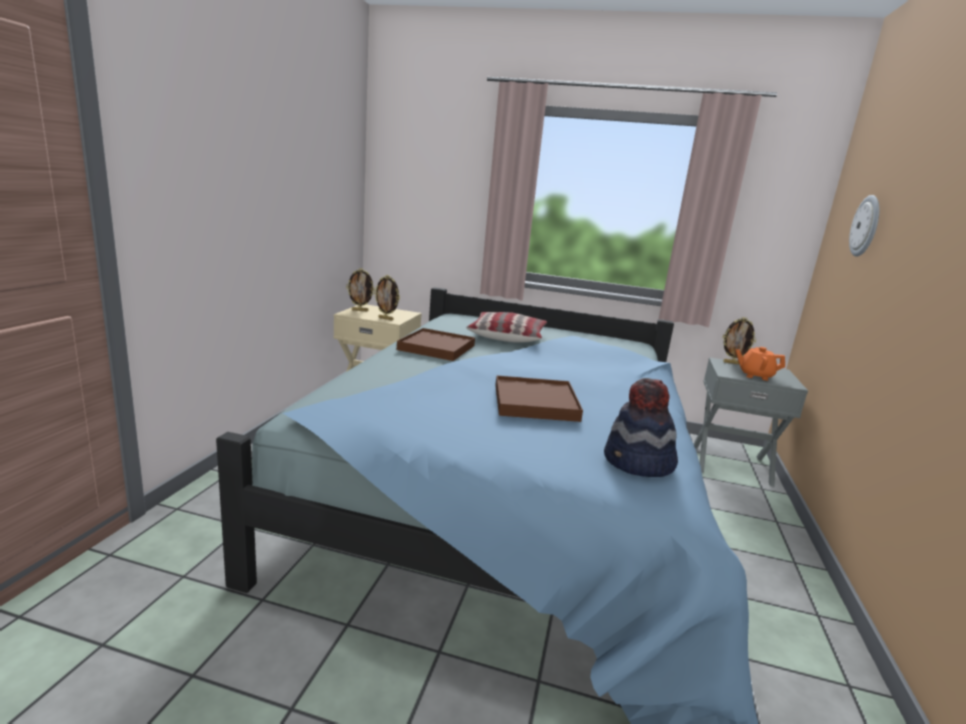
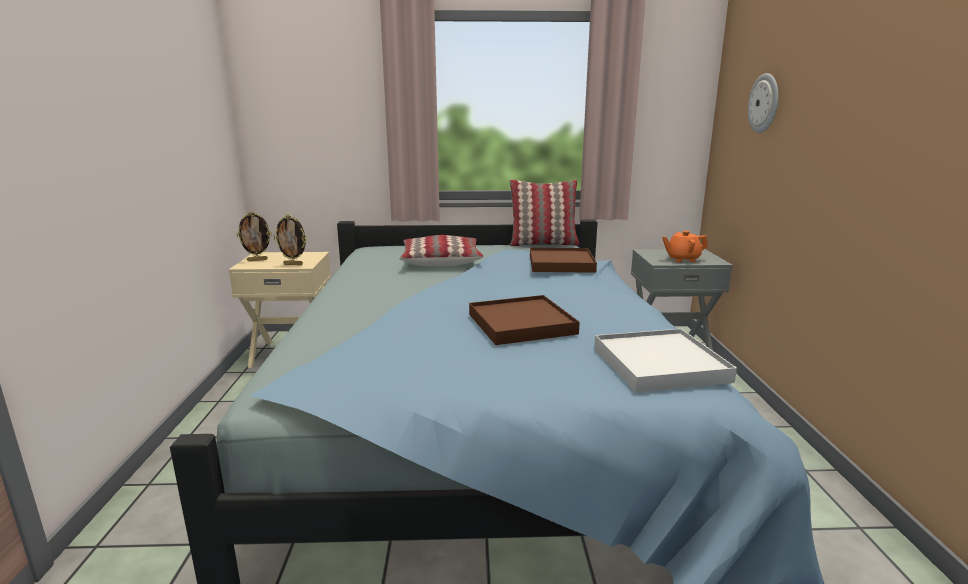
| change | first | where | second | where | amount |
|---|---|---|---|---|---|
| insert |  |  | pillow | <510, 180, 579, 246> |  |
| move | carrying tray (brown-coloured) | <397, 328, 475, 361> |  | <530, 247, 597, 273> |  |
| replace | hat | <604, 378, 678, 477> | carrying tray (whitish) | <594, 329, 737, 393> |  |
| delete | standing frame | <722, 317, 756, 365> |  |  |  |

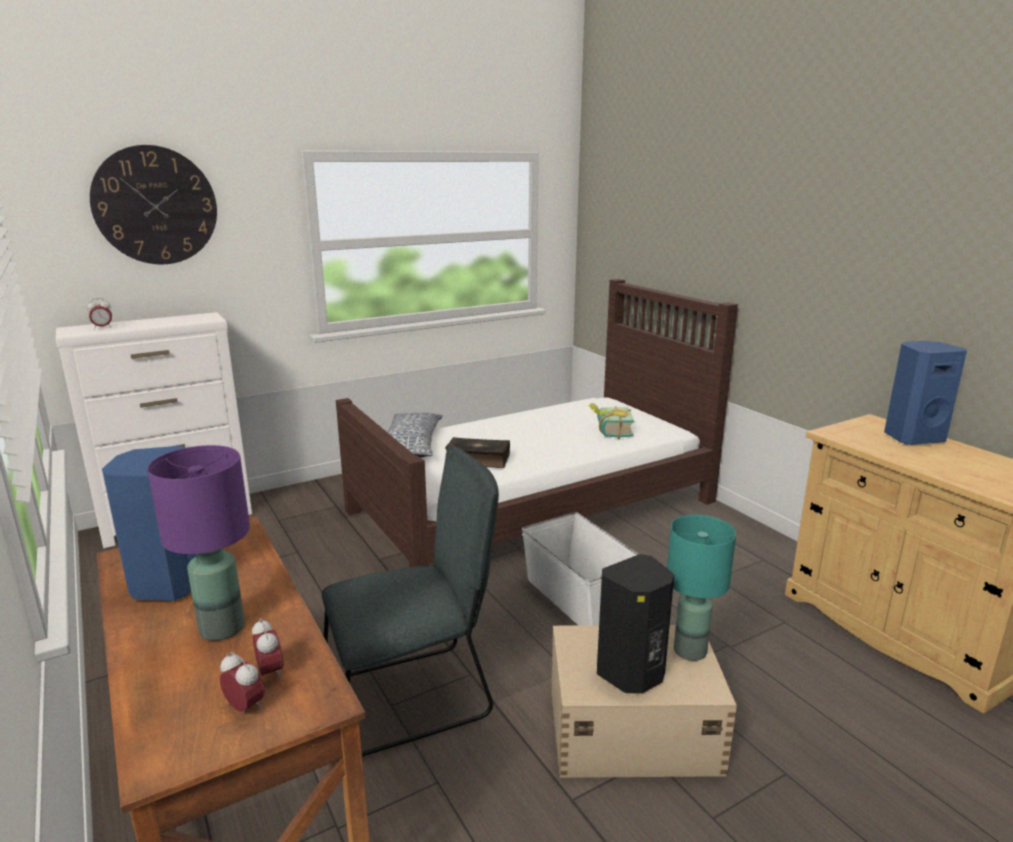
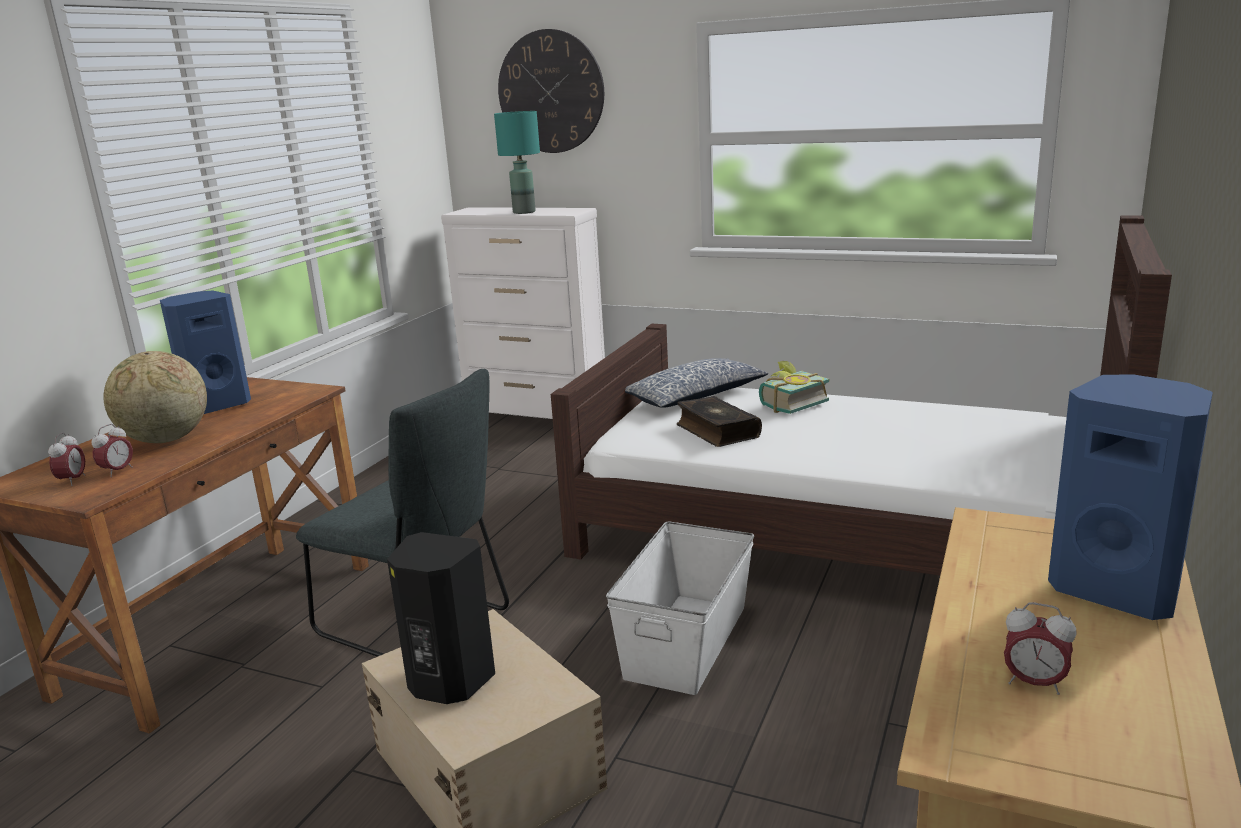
| change | first | where | second | where | amount |
|---|---|---|---|---|---|
| replace | lamp for a table (purplish) | <147, 445, 250, 641> | globe | <104, 351, 207, 443> |  |
| move | lamp for a table (blue-green) | <667, 515, 736, 661> |  | <494, 111, 540, 214> |  |
| move | volume | <588, 403, 634, 439> |  | <759, 361, 829, 414> |  |
| move | bedside clock | <87, 298, 112, 330> |  | <1004, 602, 1077, 695> |  |

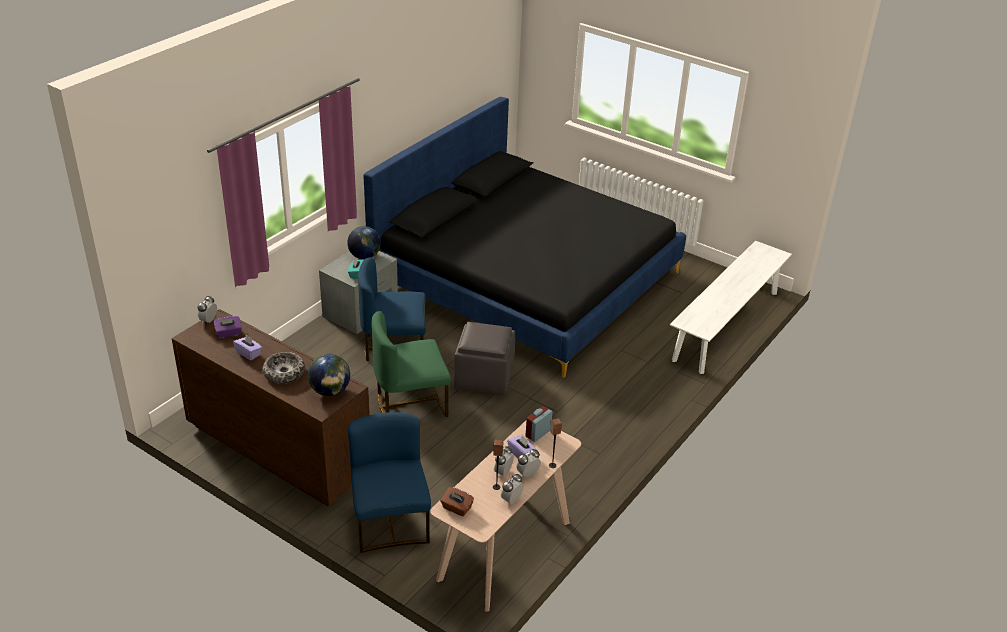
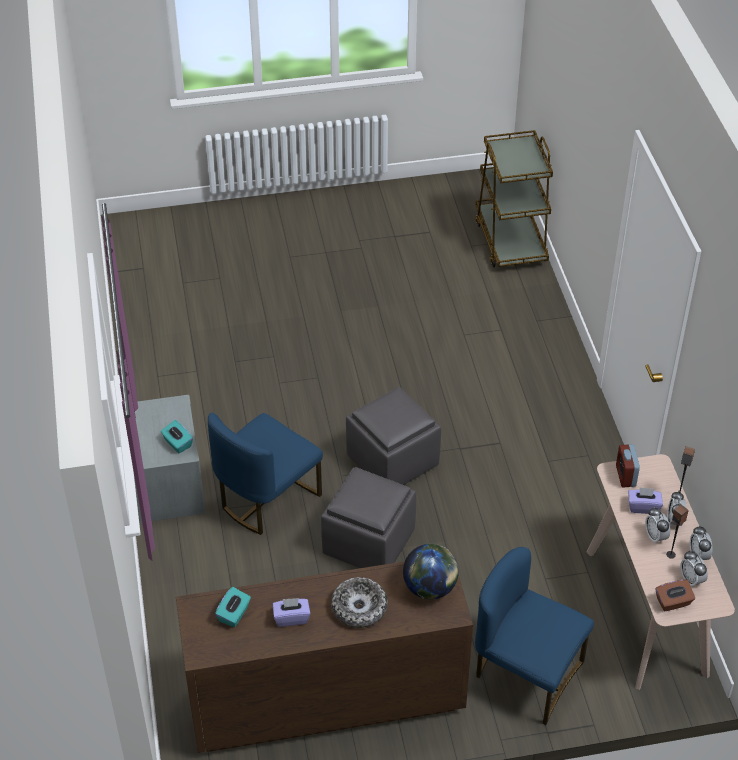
| change | first | where | second | where | amount |
|---|---|---|---|---|---|
| recolor | box of tissues (purplish) | <214, 316, 242, 338> | box of tissues (blue-green) | <215, 587, 251, 627> |  |
| replace | chair (green) | <371, 311, 451, 417> | pouffe (grey) | <321, 467, 416, 568> |  |
| replace | indoor bench (whitish) | <670, 241, 792, 374> | wheeled cart (brown-coloured) | <475, 130, 553, 267> |  |
| move | bedside clock | <197, 296, 217, 323> |  | <680, 550, 708, 588> |  |
| delete | globe | <347, 226, 381, 259> |  |  |  |
| delete | bedroom bed (black) | <363, 97, 686, 378> |  |  |  |

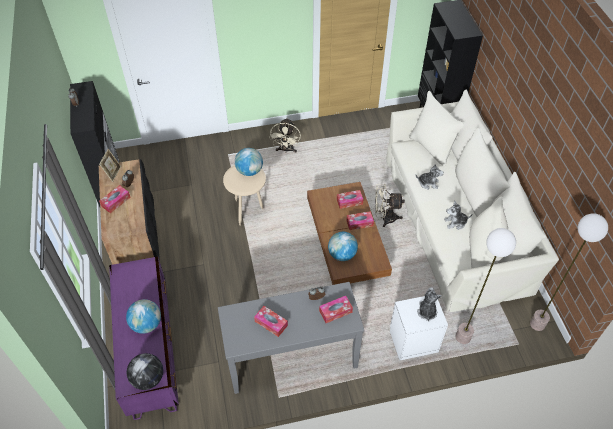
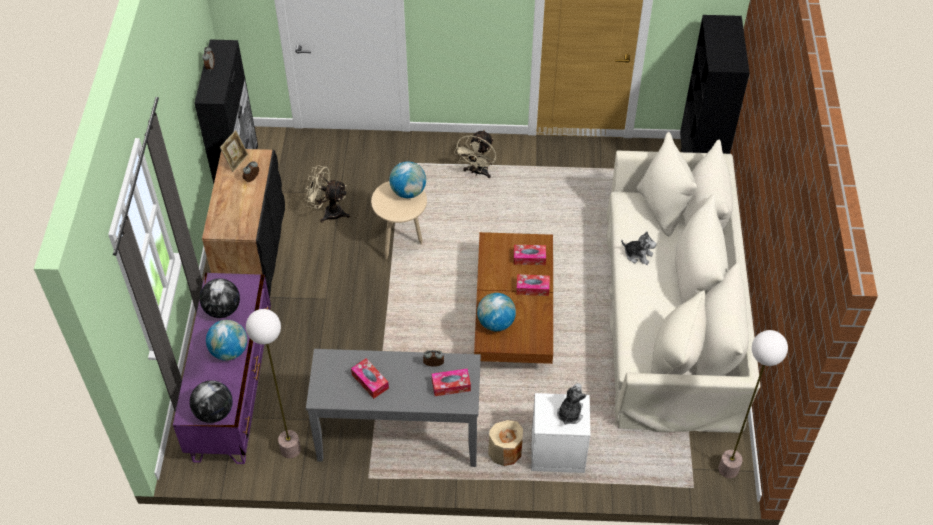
| change | first | where | second | where | amount |
|---|---|---|---|---|---|
| insert |  |  | globe | <199, 278, 240, 318> |  |
| move | standard lamp | <456, 228, 516, 344> |  | <246, 309, 301, 458> |  |
| move | electric fan (beige-coloured) | <375, 184, 405, 227> |  | <304, 165, 350, 223> |  |
| insert |  |  | vase (beige-coloured) | <488, 420, 523, 466> |  |
| delete | box of tissues | <99, 185, 131, 213> |  |  |  |
| delete | cuddly toy | <445, 201, 472, 230> |  |  |  |

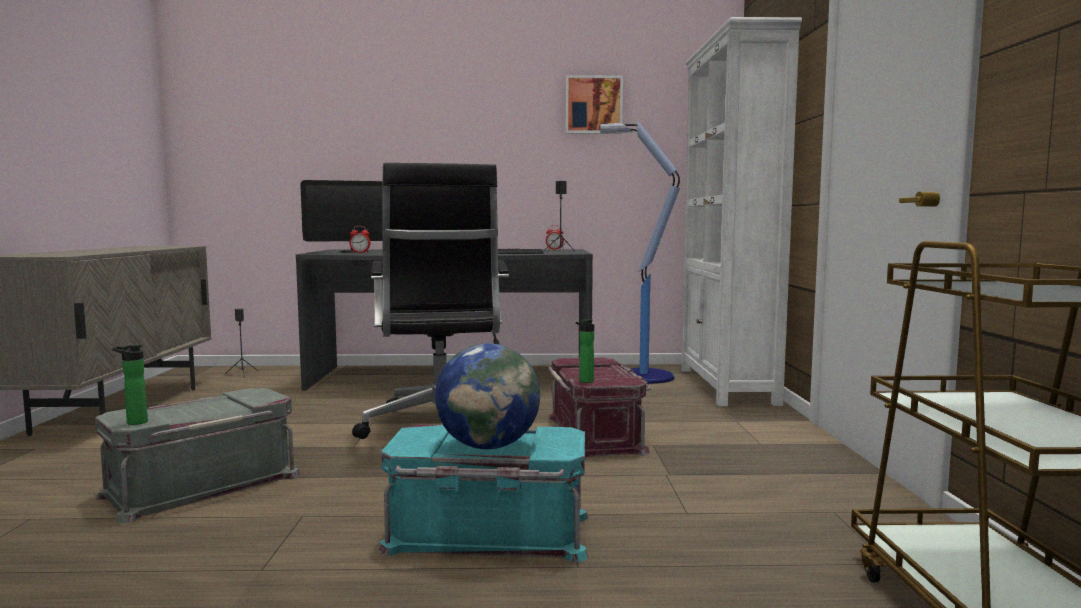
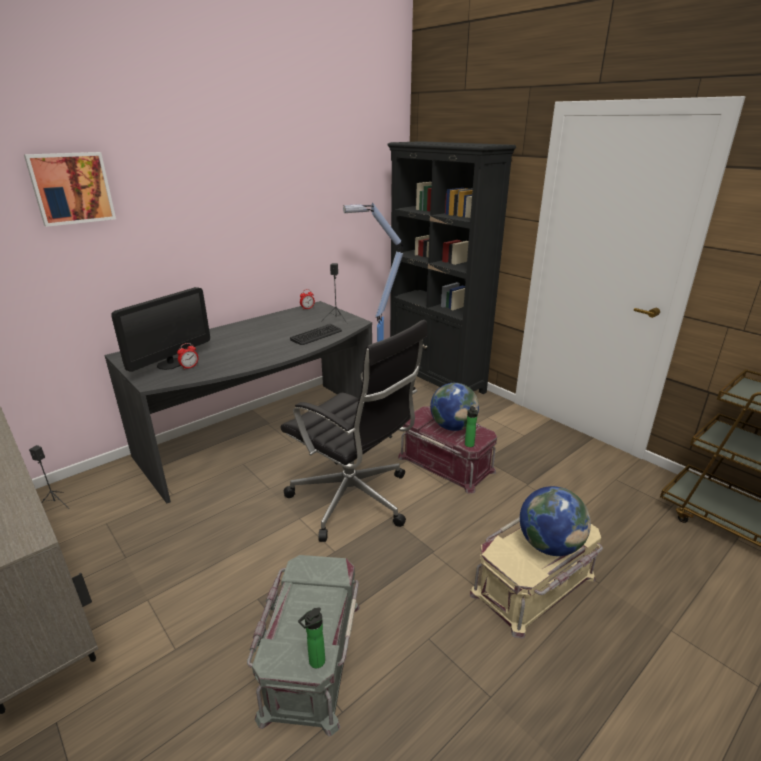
| change | first | where | second | where | amount |
|---|---|---|---|---|---|
| move | wall picture | <565, 75, 623, 134> |  | <24, 152, 116, 227> |  |
| recolor | bookcase (whitish) | <681, 17, 802, 406> | bookcase (black) | <387, 141, 516, 394> |  |
| insert |  |  | globe | <430, 383, 479, 431> |  |
| recolor | storage container (blue-green) | <377, 424, 589, 563> | storage container (beige-coloured) | <470, 517, 603, 639> |  |

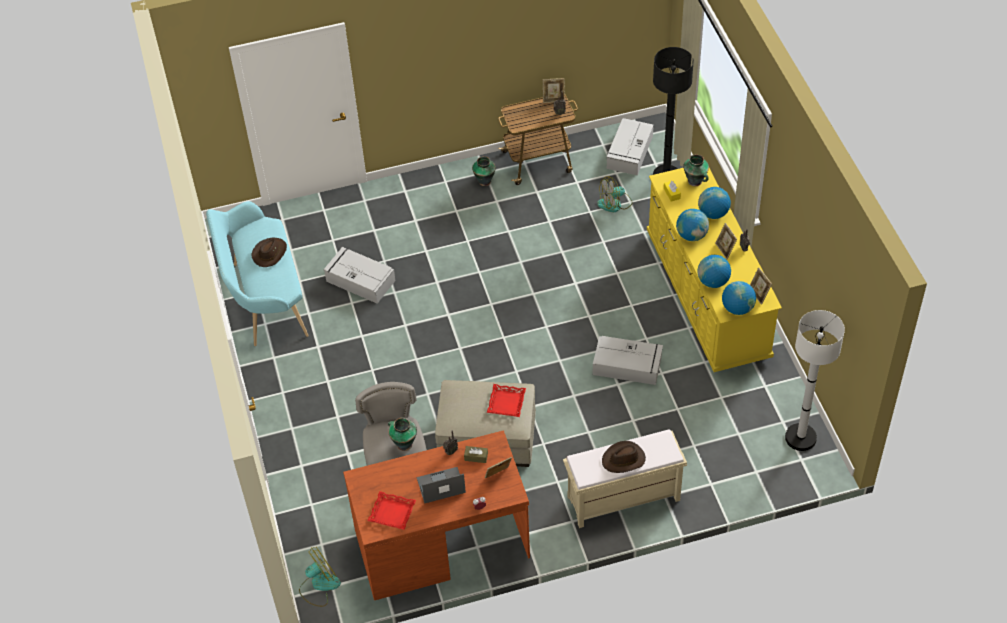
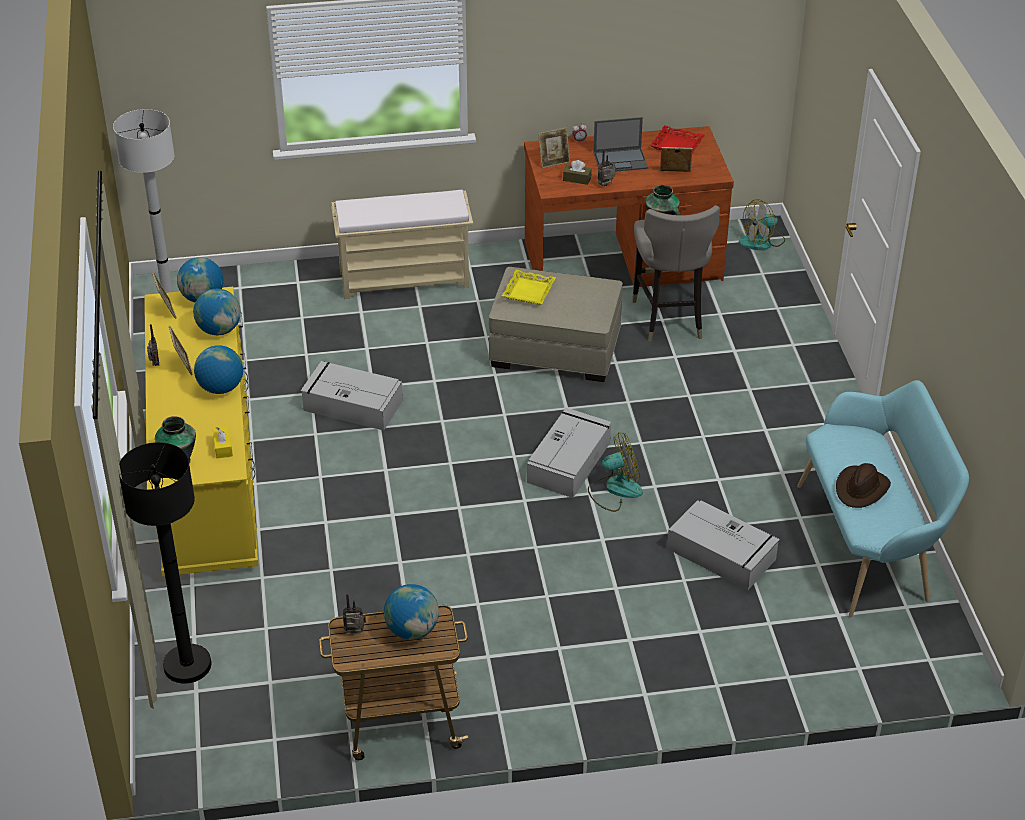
| change | first | where | second | where | amount |
|---|---|---|---|---|---|
| move | globe | <698, 187, 731, 219> |  | <384, 584, 439, 640> |  |
| recolor | carrying tray (red) | <487, 384, 526, 417> | carrying tray (yellow-coloured) | <502, 270, 556, 305> |  |
| move | storage container (grey) | <607, 118, 654, 175> |  | <527, 408, 612, 498> |  |
| move | electric fan | <597, 176, 633, 212> |  | <588, 433, 643, 512> |  |
| move | standing frame | <543, 78, 565, 103> |  | <660, 147, 693, 172> |  |
| delete | vase | <472, 156, 496, 186> |  |  |  |
| delete | hat (brown-coloured) | <602, 441, 646, 473> |  |  |  |

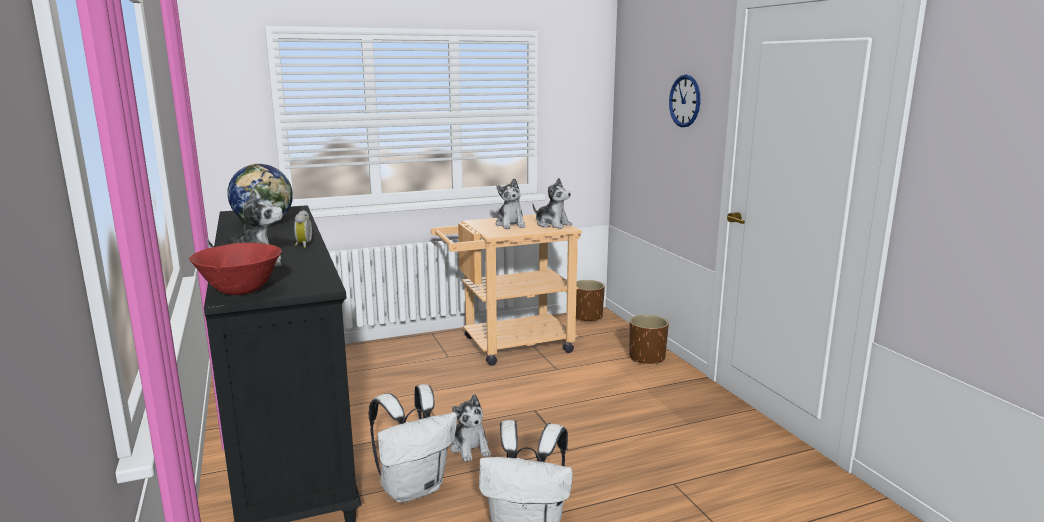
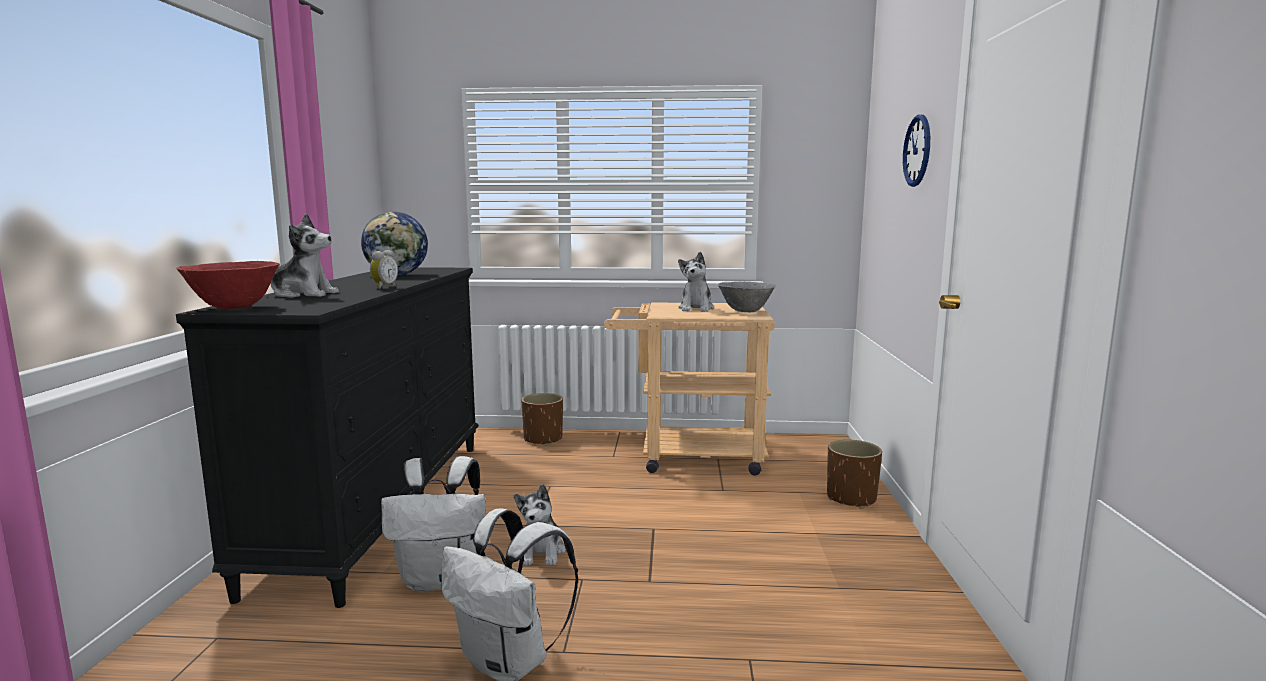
| change | first | where | second | where | amount |
|---|---|---|---|---|---|
| move | plant pot (brown-coloured) | <576, 280, 605, 321> |  | <521, 393, 563, 446> |  |
| replace | cuddly toy | <533, 178, 572, 229> | serving bowl (grey) | <718, 282, 776, 313> |  |

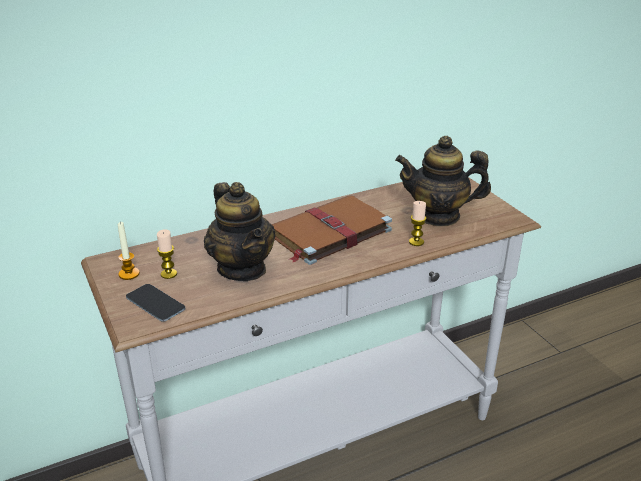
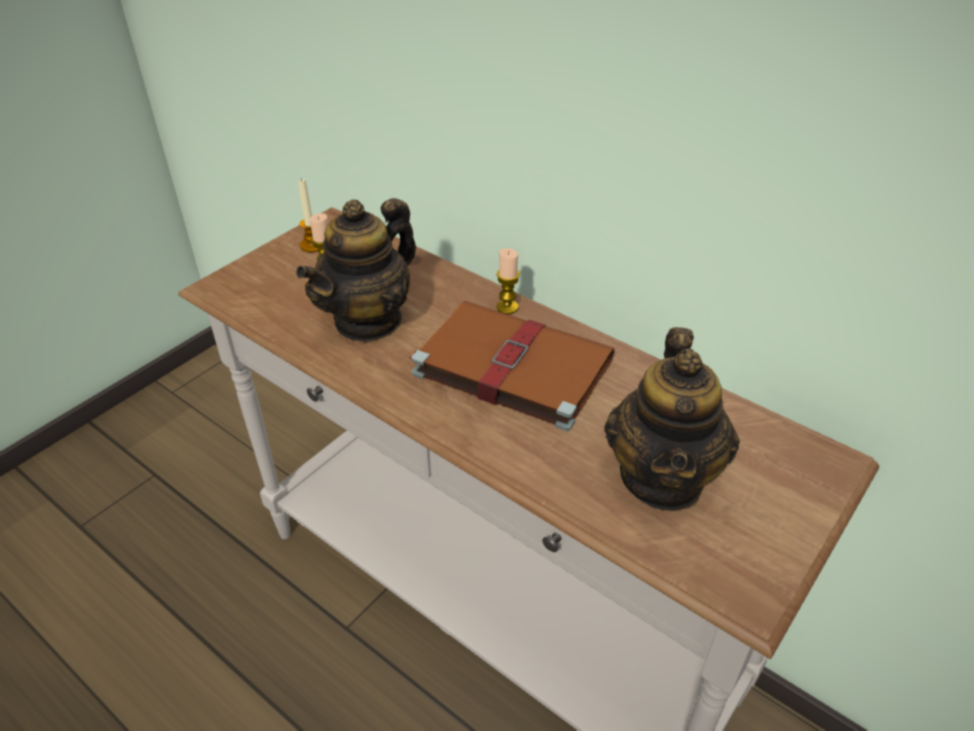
| change | first | where | second | where | amount |
|---|---|---|---|---|---|
| move | candle | <409, 201, 426, 246> |  | <497, 248, 520, 314> |  |
| rotate | teapot | <395, 136, 491, 226> |  | <604, 327, 740, 511> | 150 degrees counterclockwise |
| delete | phone | <126, 284, 185, 322> |  |  |  |

